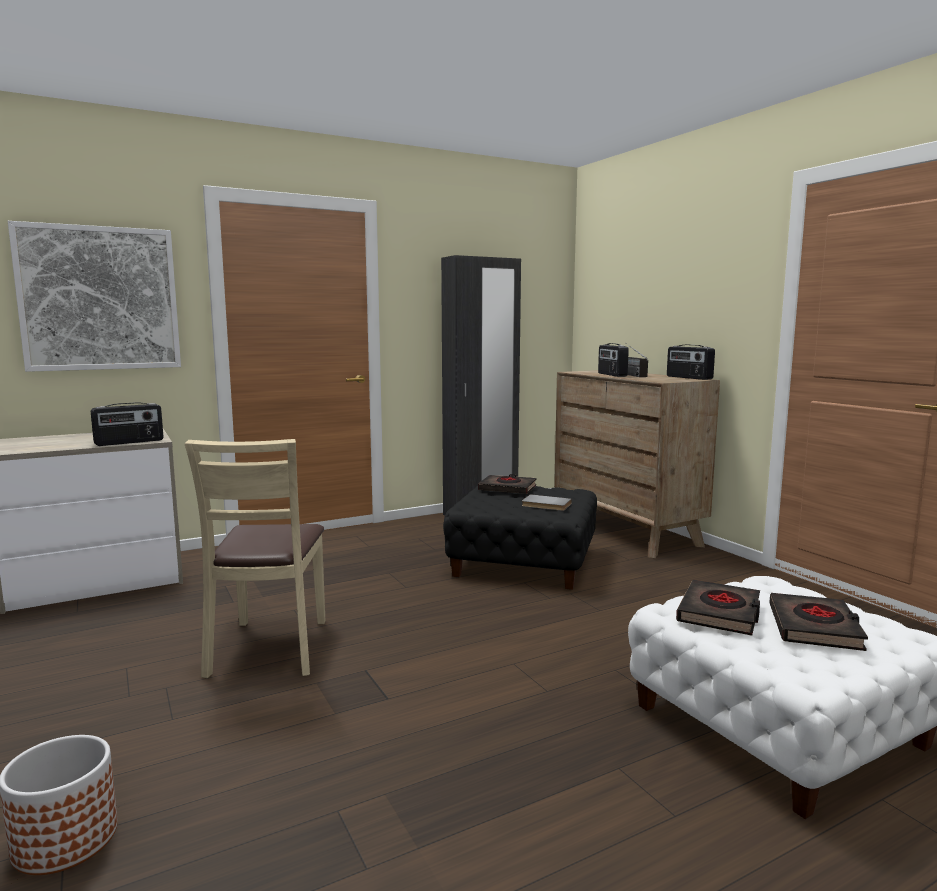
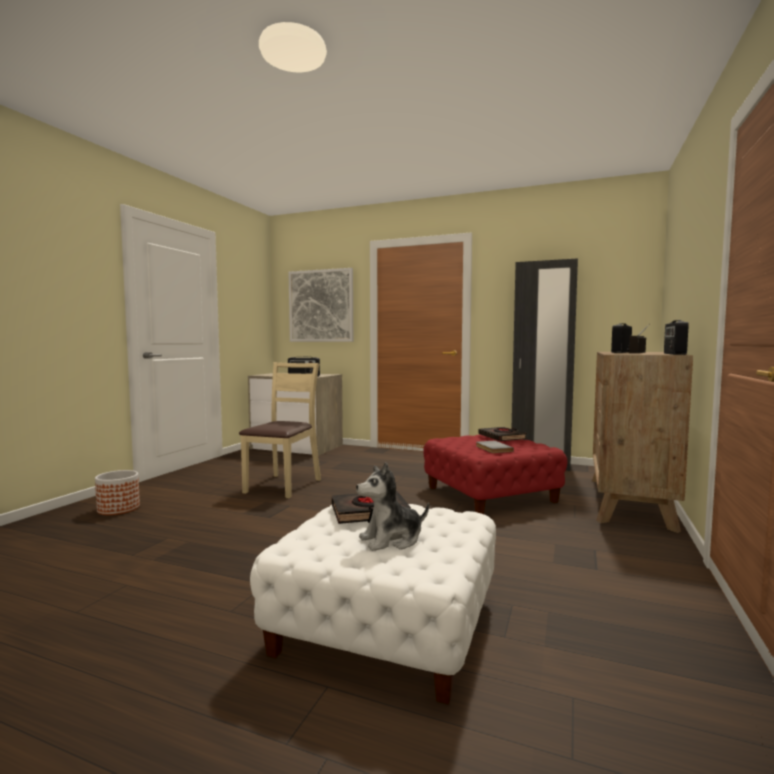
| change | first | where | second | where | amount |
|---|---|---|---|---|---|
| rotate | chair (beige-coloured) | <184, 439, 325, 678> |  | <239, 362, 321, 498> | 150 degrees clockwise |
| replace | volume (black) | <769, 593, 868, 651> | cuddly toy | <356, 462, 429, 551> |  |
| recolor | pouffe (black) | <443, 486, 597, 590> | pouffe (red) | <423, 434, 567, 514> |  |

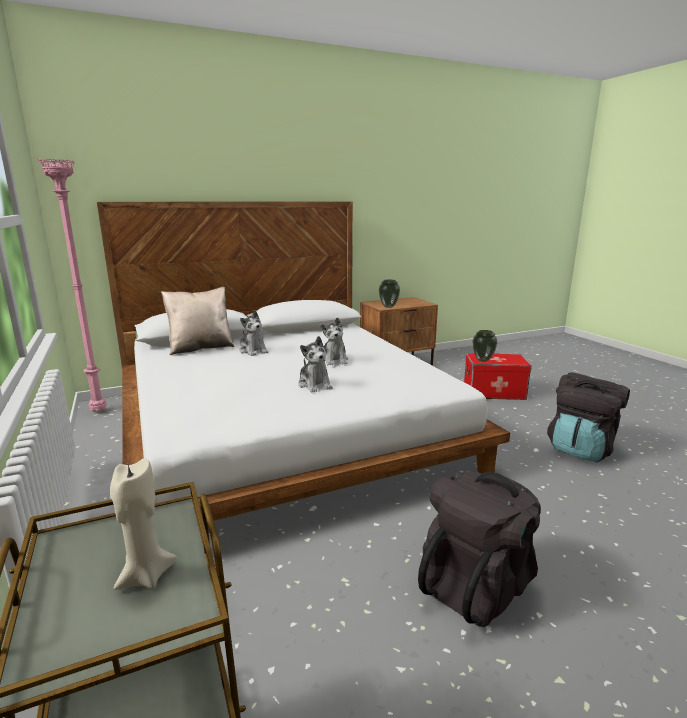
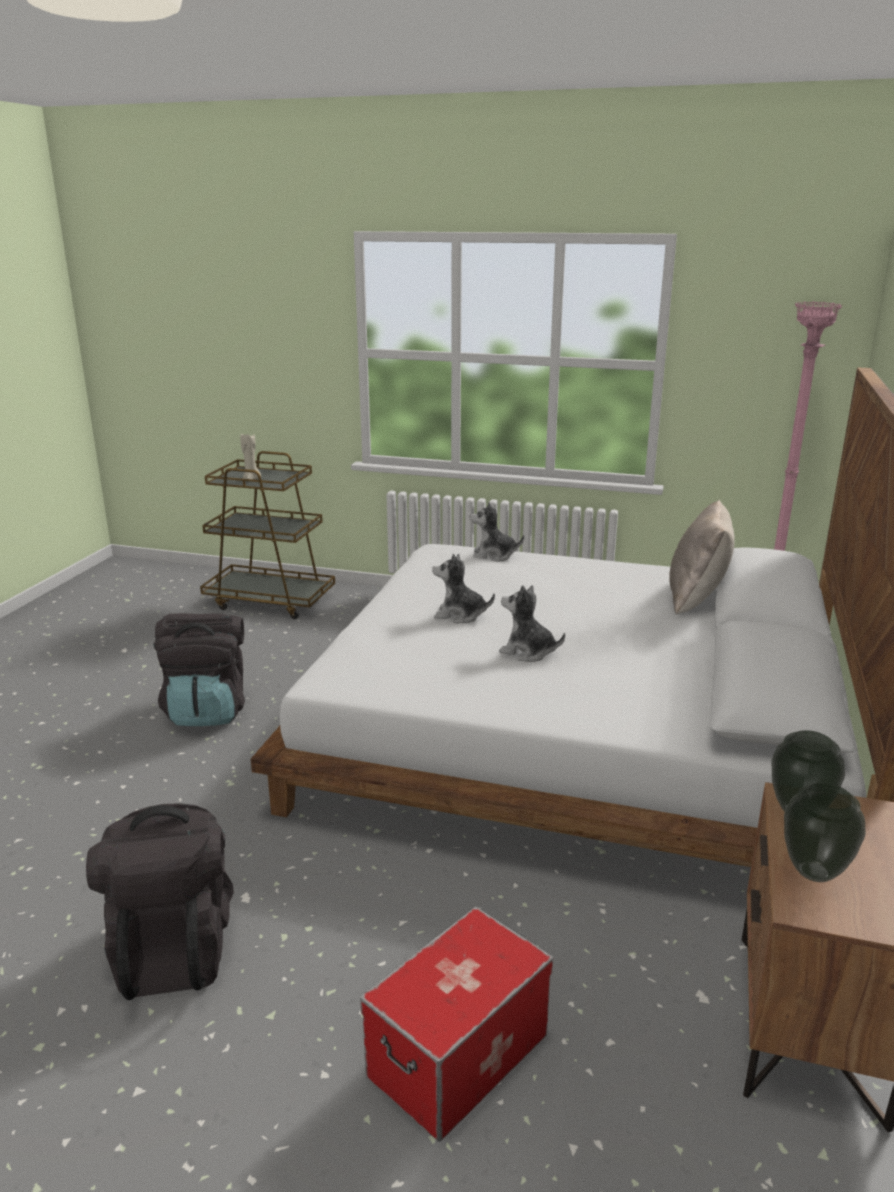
| change | first | where | second | where | amount |
|---|---|---|---|---|---|
| move | cuddly toy | <240, 310, 268, 356> |  | <470, 502, 524, 562> |  |
| move | vase | <472, 330, 497, 362> |  | <784, 783, 866, 882> |  |

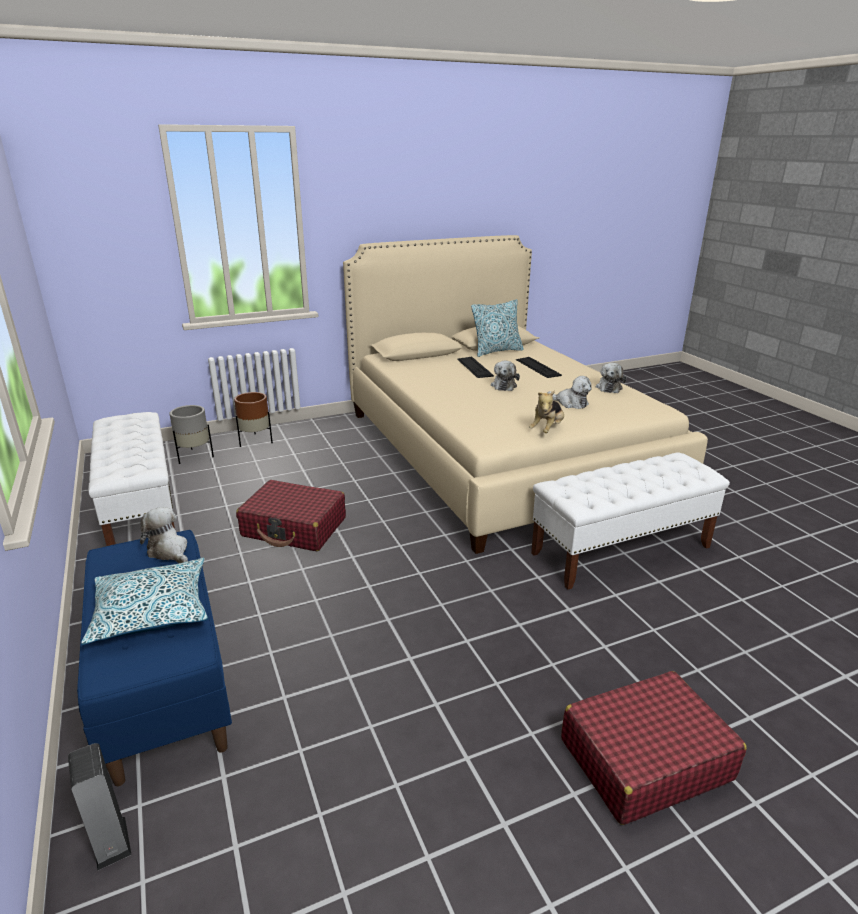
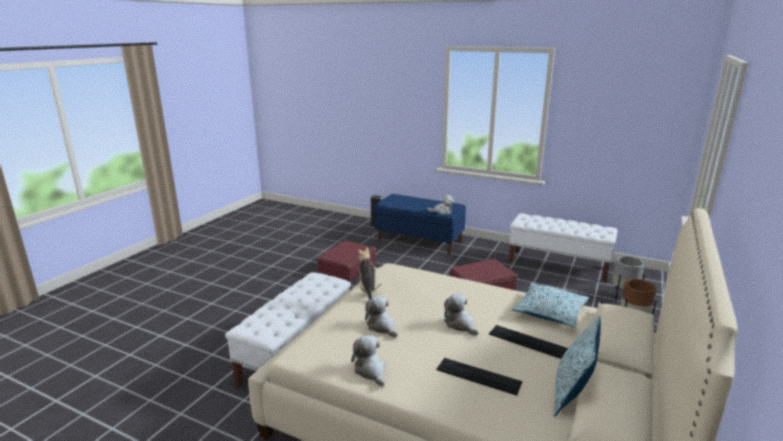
| change | first | where | second | where | amount |
|---|---|---|---|---|---|
| move | travel case (red) | <561, 671, 747, 825> |  | <317, 241, 376, 282> |  |
| rotate | cuddly toy | <548, 376, 592, 409> |  | <365, 296, 397, 337> | 60 degrees clockwise |
| move | pillow | <81, 558, 208, 645> |  | <512, 283, 589, 327> |  |

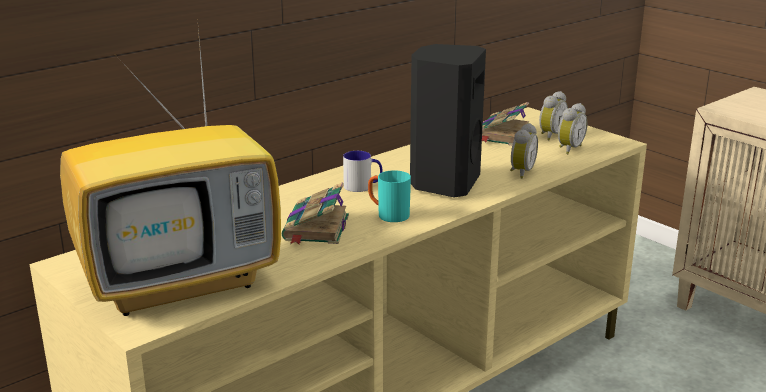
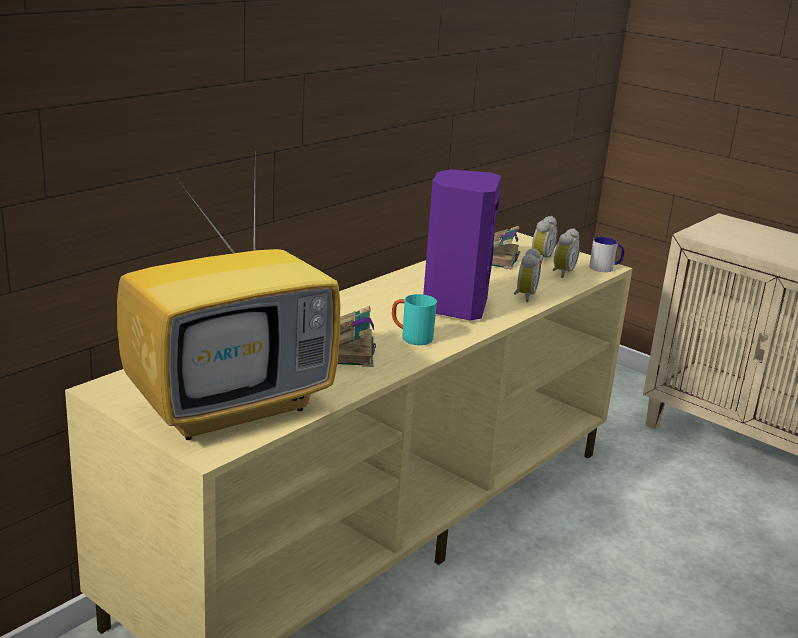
| change | first | where | second | where | amount |
|---|---|---|---|---|---|
| recolor | loudspeaker (black) | <410, 44, 486, 197> | loudspeaker (purplish) | <423, 169, 501, 321> |  |
| move | coffee mug | <343, 151, 383, 192> |  | <589, 237, 624, 272> |  |

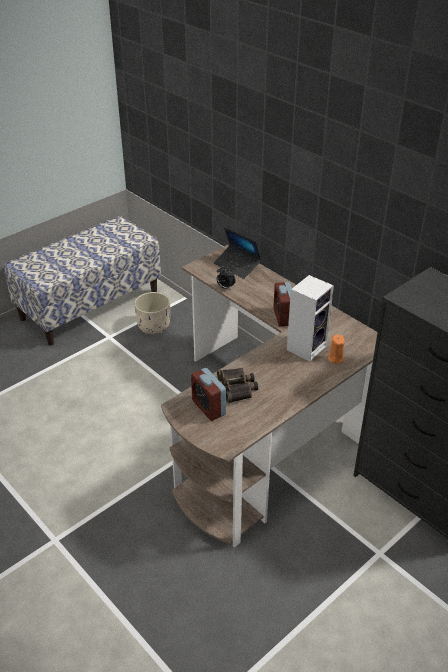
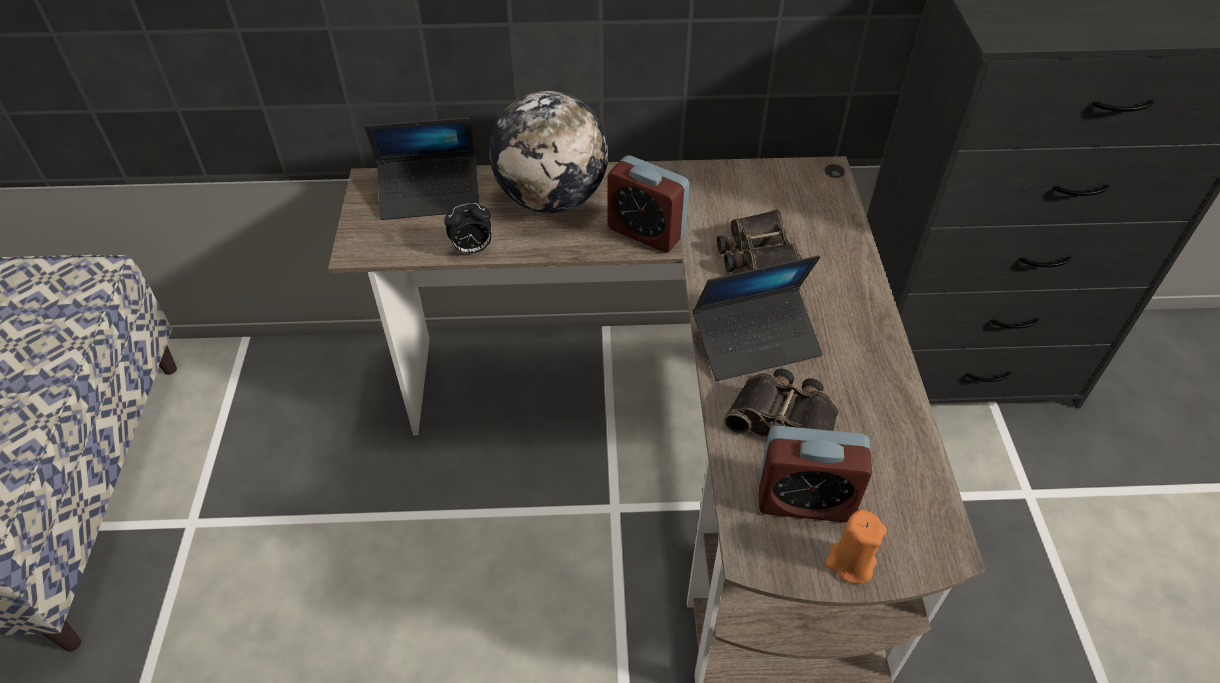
| change | first | where | second | where | amount |
|---|---|---|---|---|---|
| insert |  |  | globe | <489, 91, 609, 213> |  |
| insert |  |  | notebook computer | <693, 255, 823, 381> |  |
| replace | loudspeaker | <287, 275, 334, 361> | binoculars | <717, 210, 803, 272> |  |
| move | candle (orange) | <328, 335, 345, 364> |  | <825, 510, 887, 584> |  |
| delete | plant pot (beige-coloured) | <134, 292, 170, 334> |  |  |  |

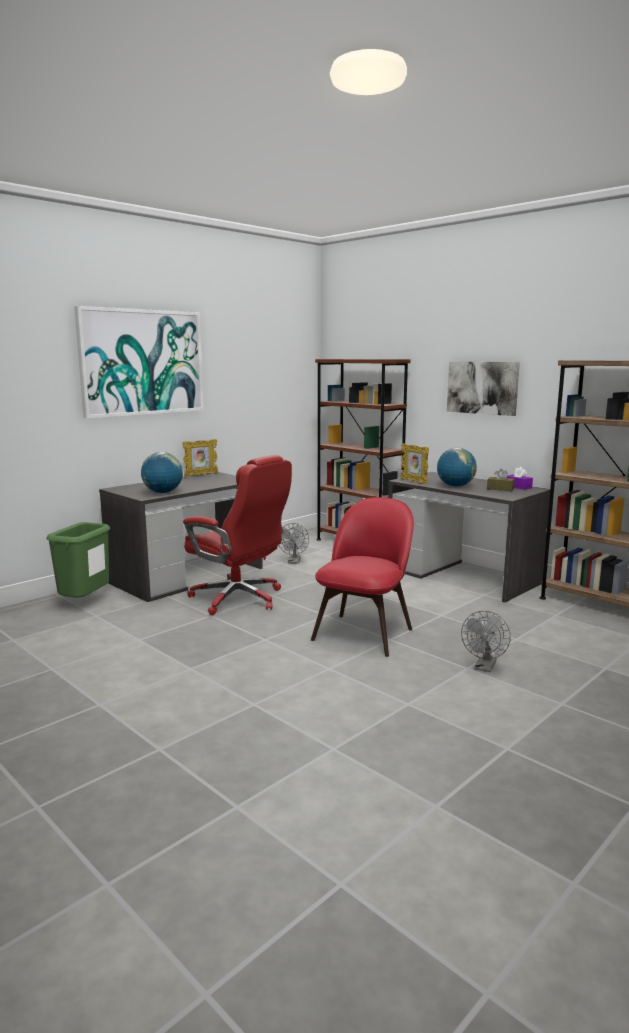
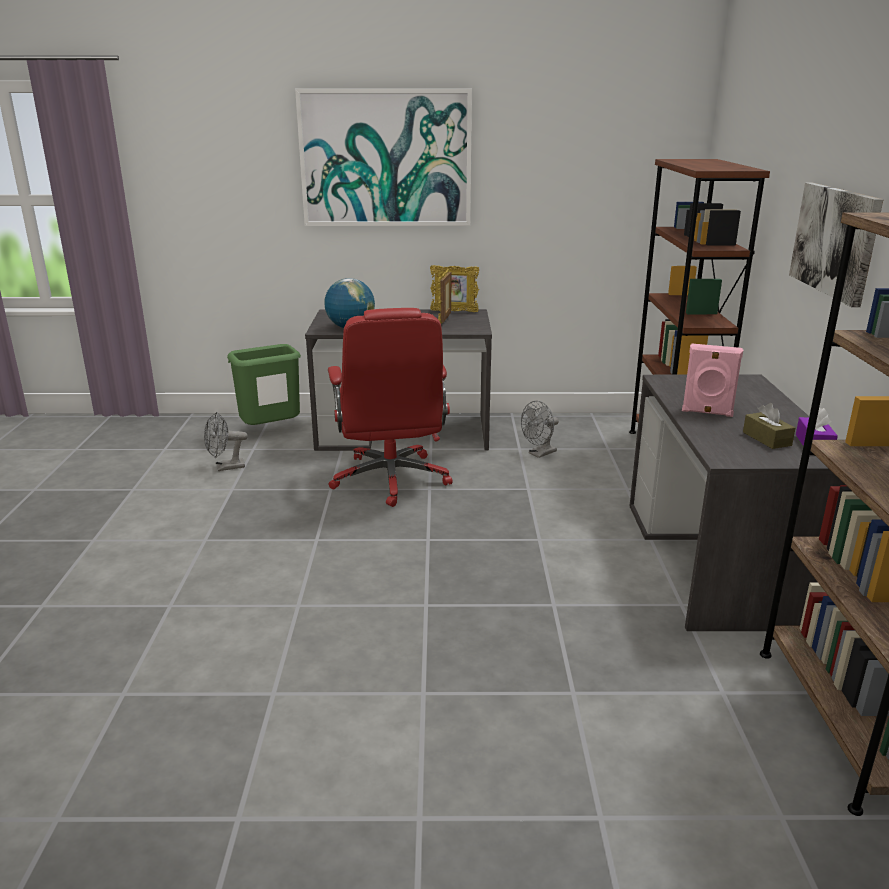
| change | first | where | second | where | amount |
|---|---|---|---|---|---|
| move | electric fan (grey) | <461, 611, 511, 672> |  | <204, 412, 248, 471> |  |
| move | standing frame | <400, 443, 429, 484> |  | <438, 268, 452, 324> |  |
| replace | globe | <437, 448, 477, 487> | loudspeaker (pink) | <682, 343, 743, 417> |  |
| delete | chair (red) | <311, 497, 414, 657> |  |  |  |

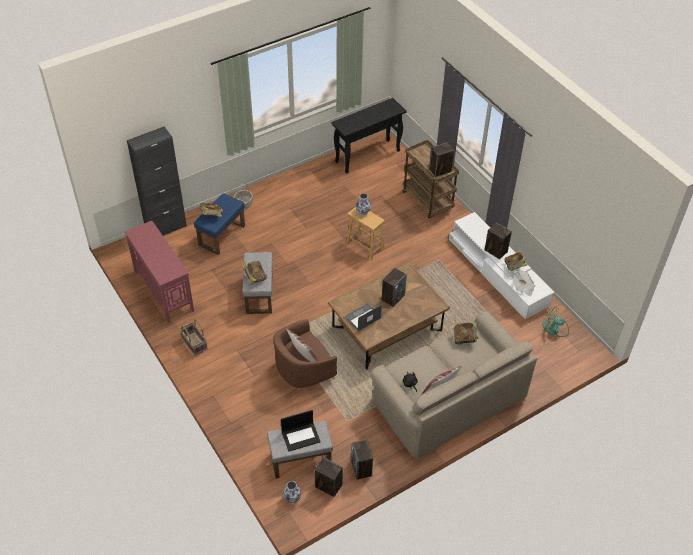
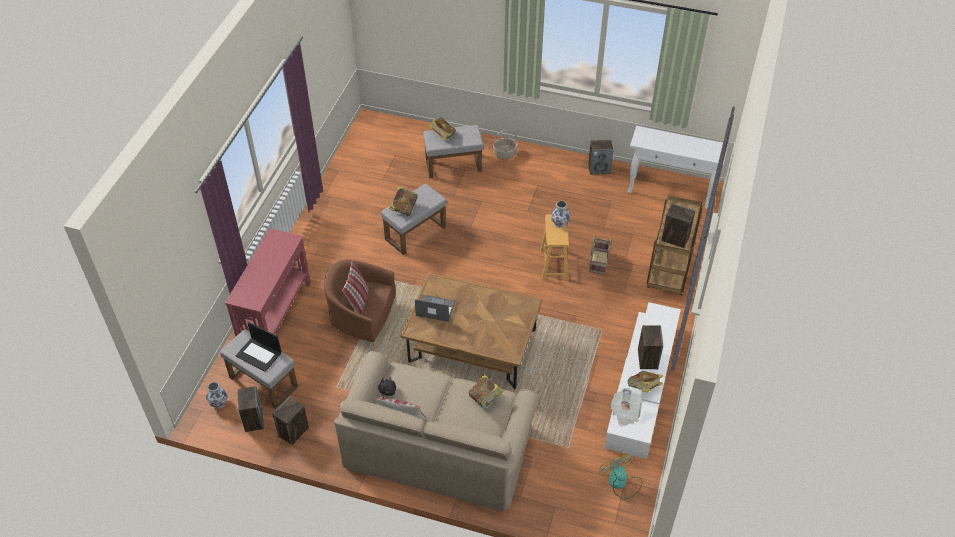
| change | first | where | second | where | amount |
|---|---|---|---|---|---|
| move | console table (red) | <125, 221, 194, 323> |  | <225, 228, 311, 336> |  |
| recolor | pouffe (blue-coloured) | <194, 193, 245, 255> | pouffe (grey) | <423, 125, 484, 178> |  |
| move | loudspeaker | <381, 268, 407, 307> |  | <588, 140, 614, 175> |  |
| move | household basket | <179, 319, 208, 356> |  | <589, 235, 612, 275> |  |
| recolor | console table (black) | <331, 98, 407, 174> | console table (whitish) | <628, 126, 728, 209> |  |
| delete | cabinet (black) | <127, 127, 187, 236> |  |  |  |

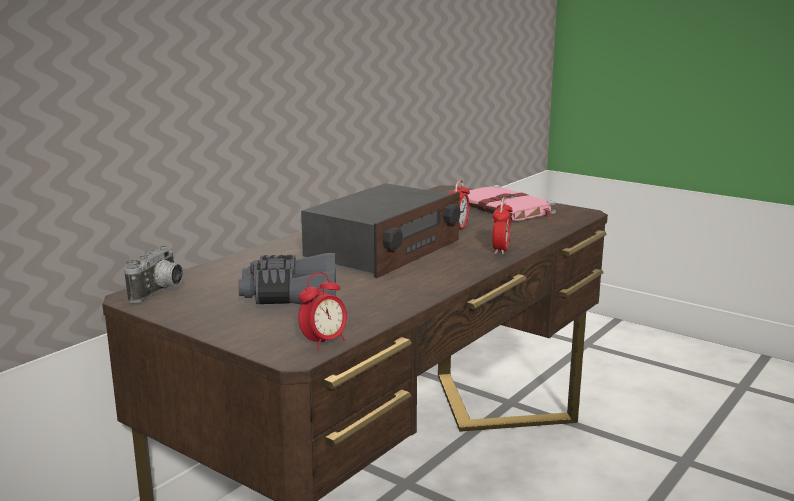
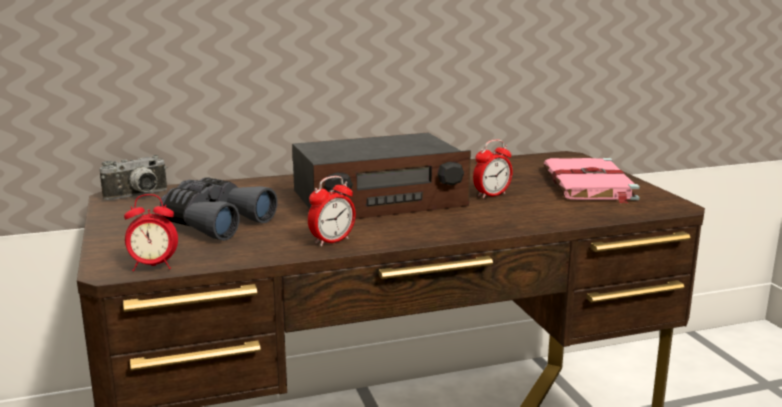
| change | first | where | second | where | amount |
|---|---|---|---|---|---|
| move | bedside clock | <492, 197, 512, 255> |  | <308, 176, 356, 247> |  |

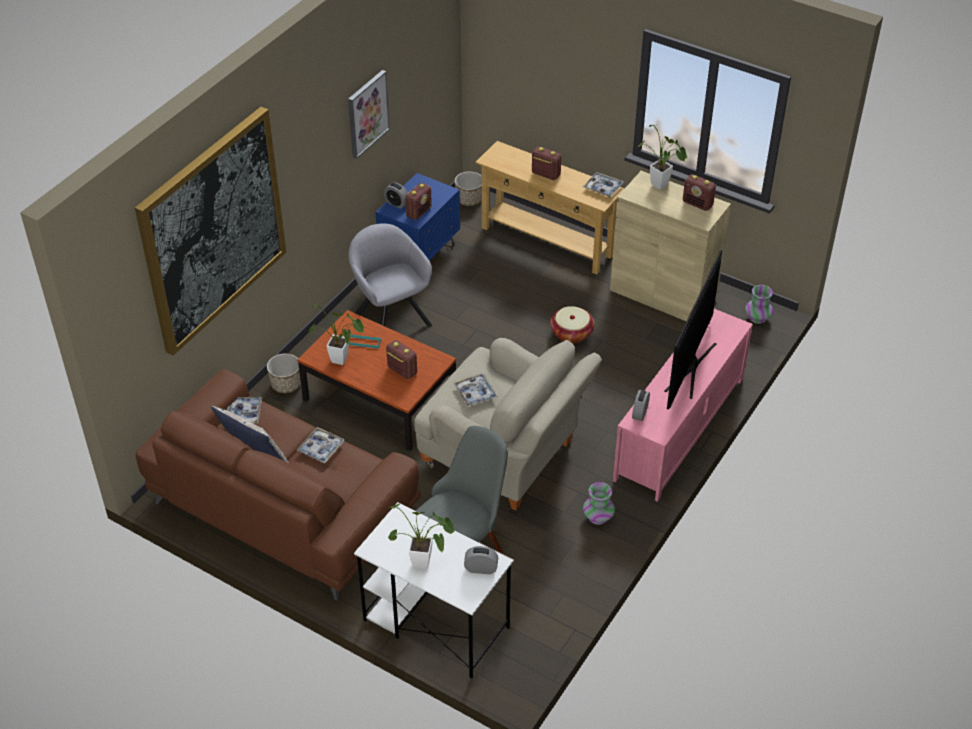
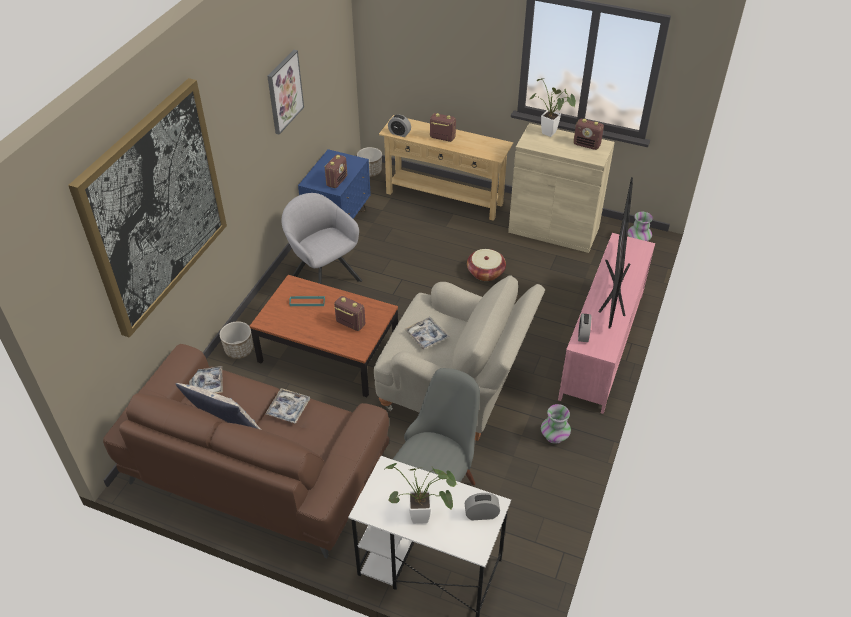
| change | first | where | second | where | amount |
|---|---|---|---|---|---|
| move | bedside clock | <384, 183, 408, 209> |  | <388, 114, 411, 137> |  |
| delete | potted plant | <309, 304, 364, 365> |  |  |  |
| delete | carrying tray | <583, 172, 624, 197> |  |  |  |

